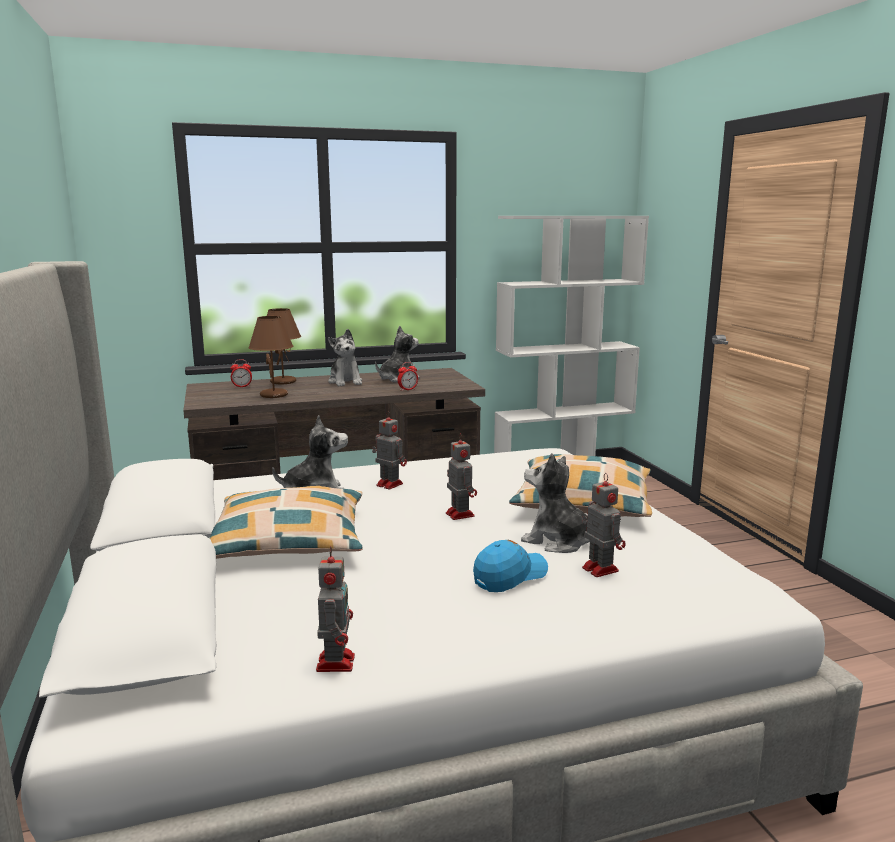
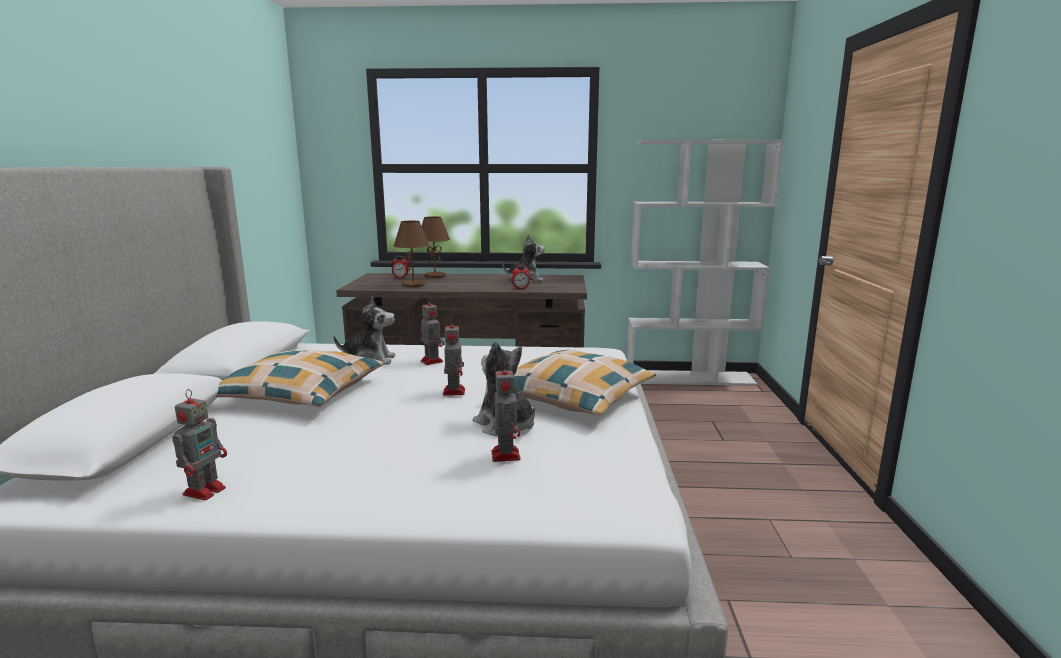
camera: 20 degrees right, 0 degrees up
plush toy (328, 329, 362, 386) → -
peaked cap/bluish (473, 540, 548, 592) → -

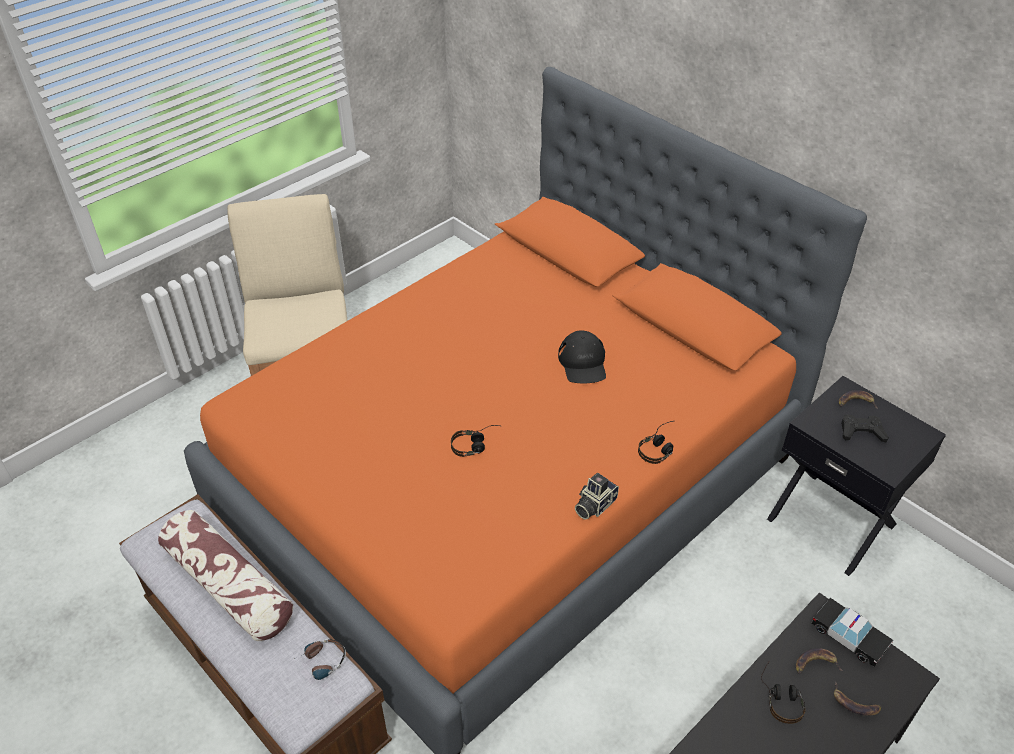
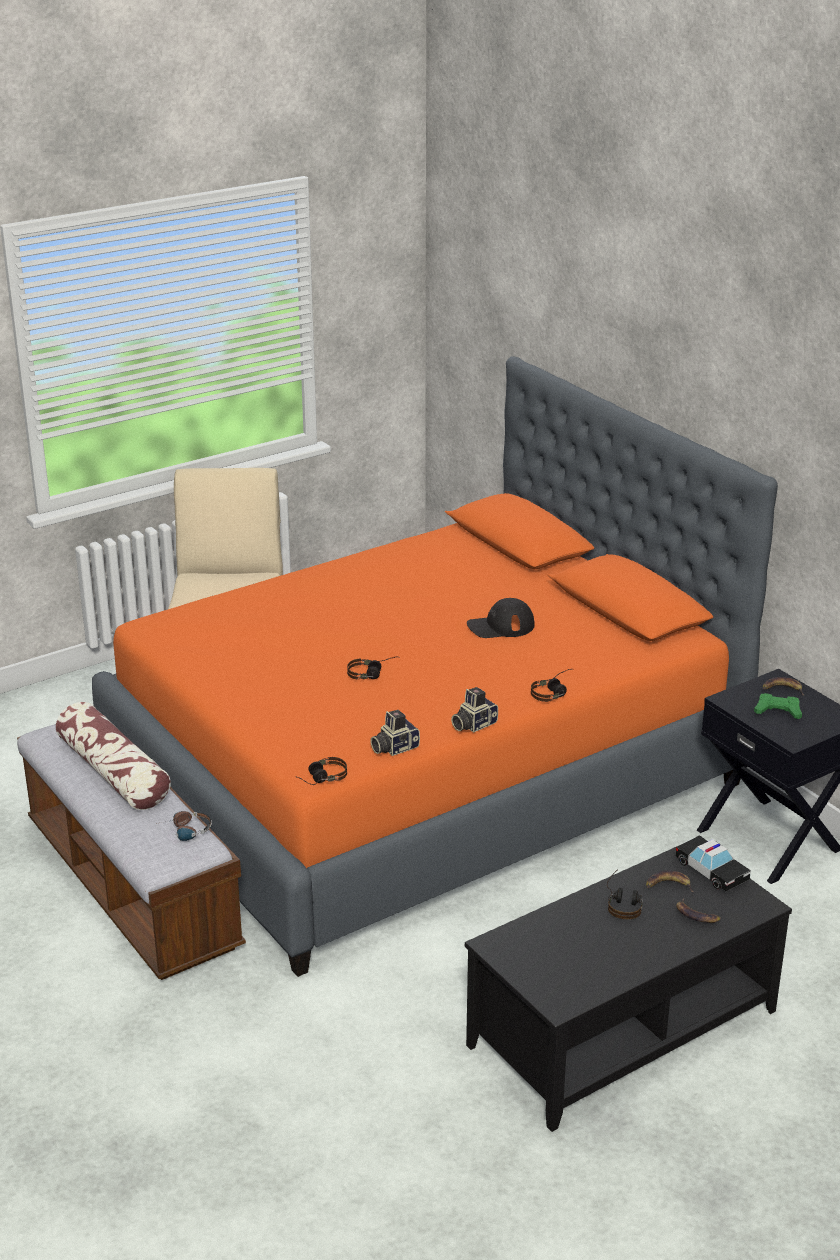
camera: 10 degrees right, 15 degrees down
peaked cap/blackish (558, 330, 606, 383) → peaked cap/blackish (467, 598, 535, 638), 75 degrees clockwise
game controller/blackish (841, 414, 889, 442) → game controller/greenish (754, 693, 802, 719)
- → headset (295, 757, 347, 785)
- → still camera (370, 710, 420, 756)

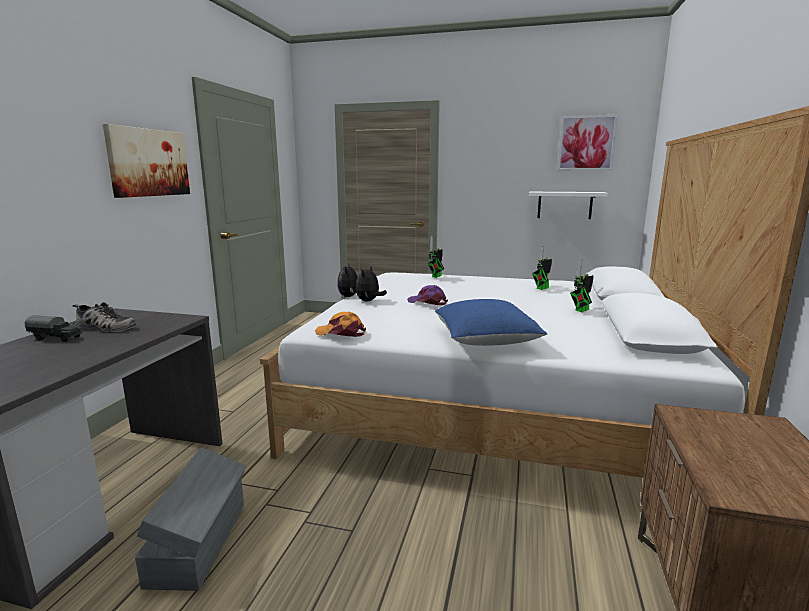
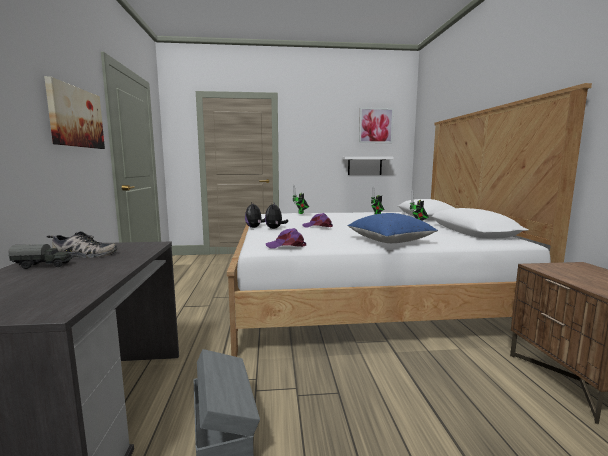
camera: 20 degrees left, 5 degrees down
peaked cap/orange (315, 312, 366, 337) → peaked cap/purple (266, 228, 306, 249)

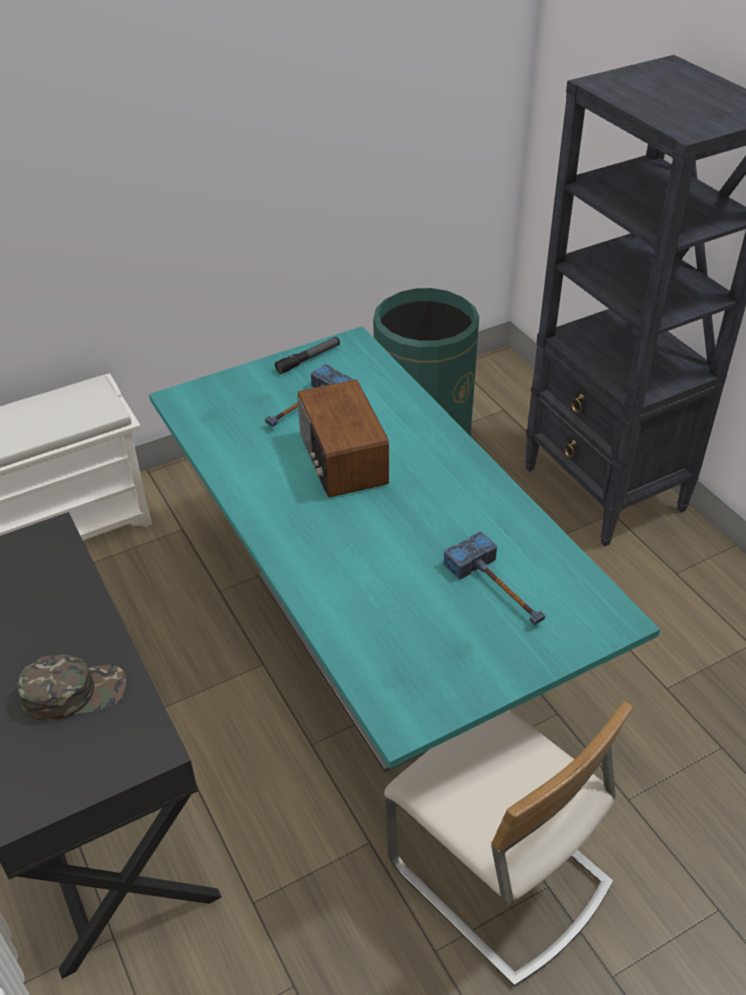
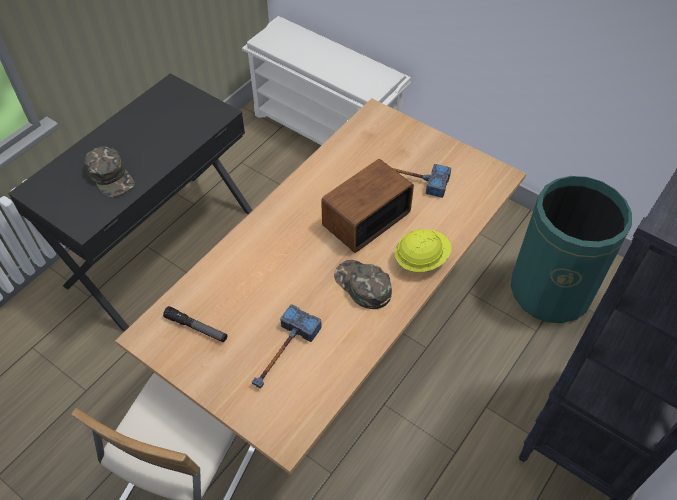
camera: 65 degrees right, 10 degrees up
kitchen table/turquoise (149, 326, 660, 772) → kitchen table/beige-coloured (115, 98, 526, 475)
flashlight (275, 337, 340, 374) → flashlight (163, 306, 228, 342), shifted
- → peaked cap/greenish (334, 260, 392, 309)
- → work helmet/yellowish (395, 229, 452, 272)

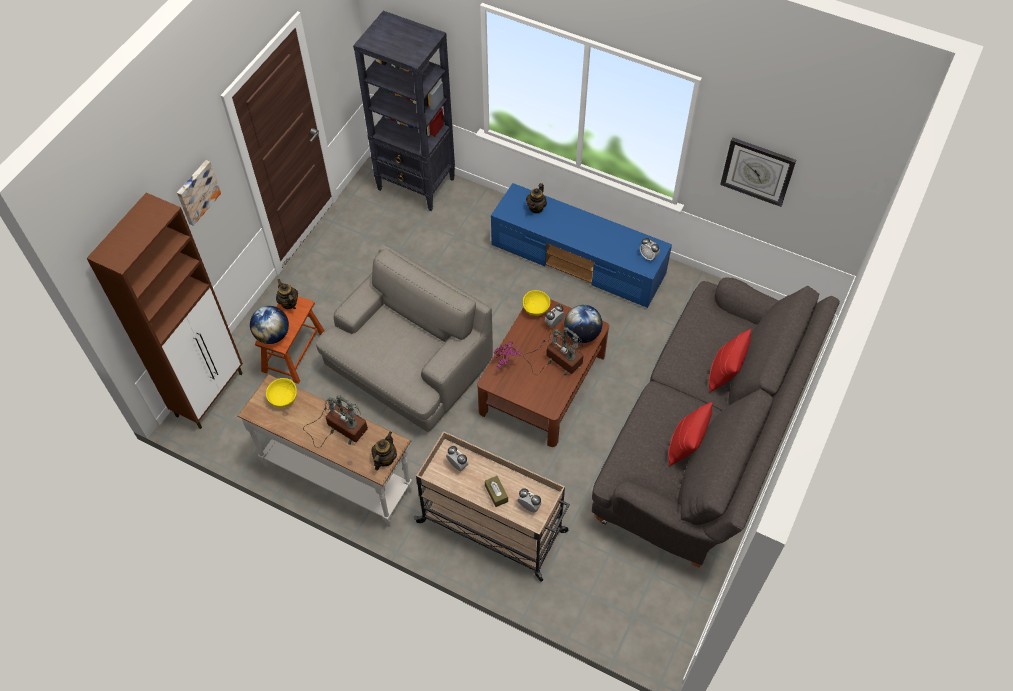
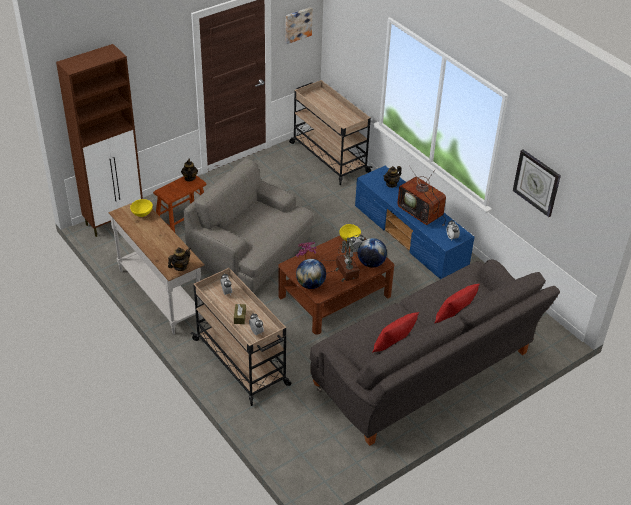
camera: 25 degrees right, 15 degrees down
wall picture (177, 160, 221, 226) → wall picture (285, 7, 313, 44), shifted
globe (250, 306, 289, 344) → globe (296, 259, 326, 289), shifted
tabletop lamp (303, 395, 368, 448) → -
easy chair/grey (316, 244, 493, 432) → easy chair/grey (184, 158, 313, 292), 120 degrees counterclockwise
bookcase/blackish (353, 11, 455, 211) → wheeled cart/beige-coloured (289, 80, 373, 185)
- → TV (397, 166, 446, 226)

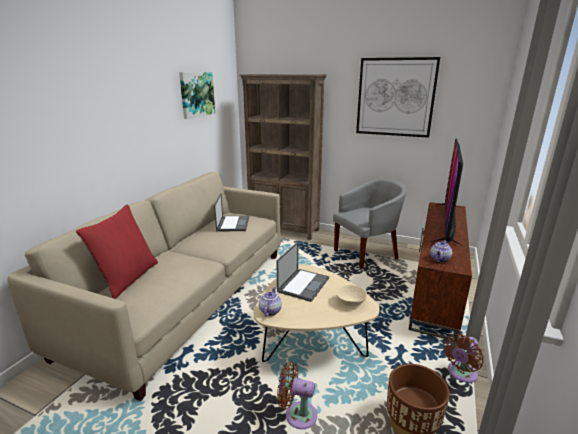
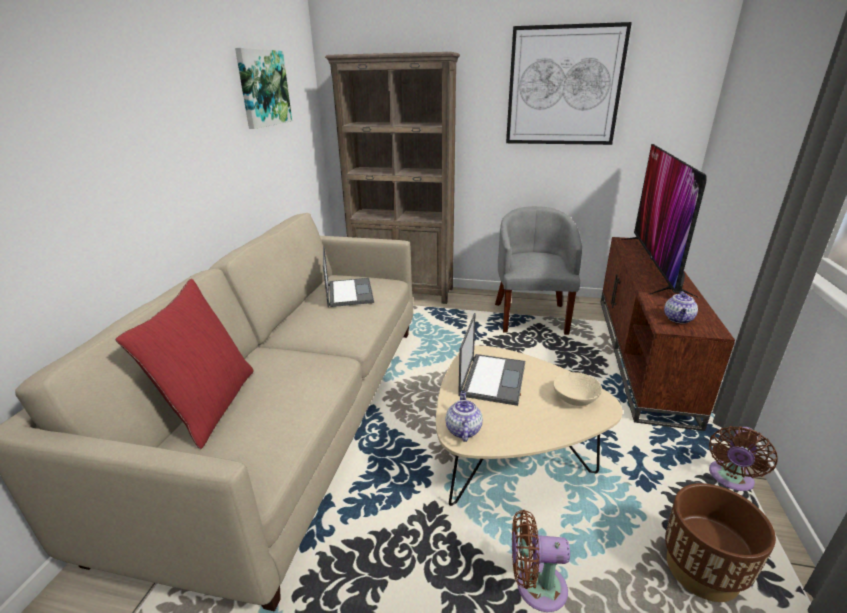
camera: 10 degrees left, 5 degrees up
easy chair/grey (333, 179, 406, 269) → easy chair/grey (495, 206, 582, 335), 45 degrees counterclockwise

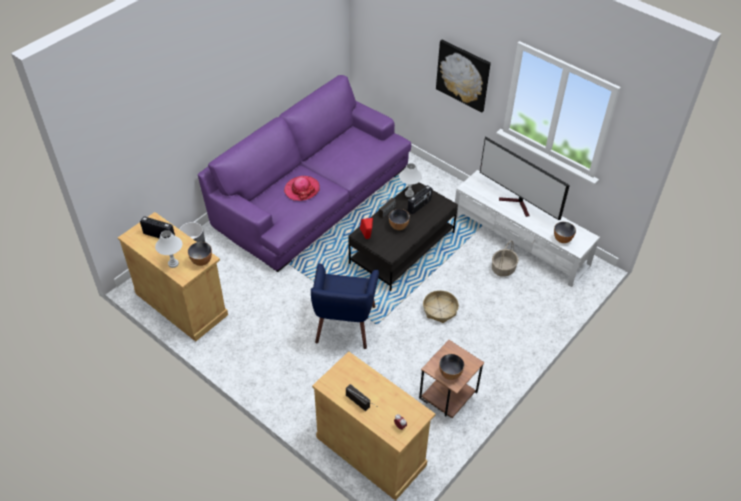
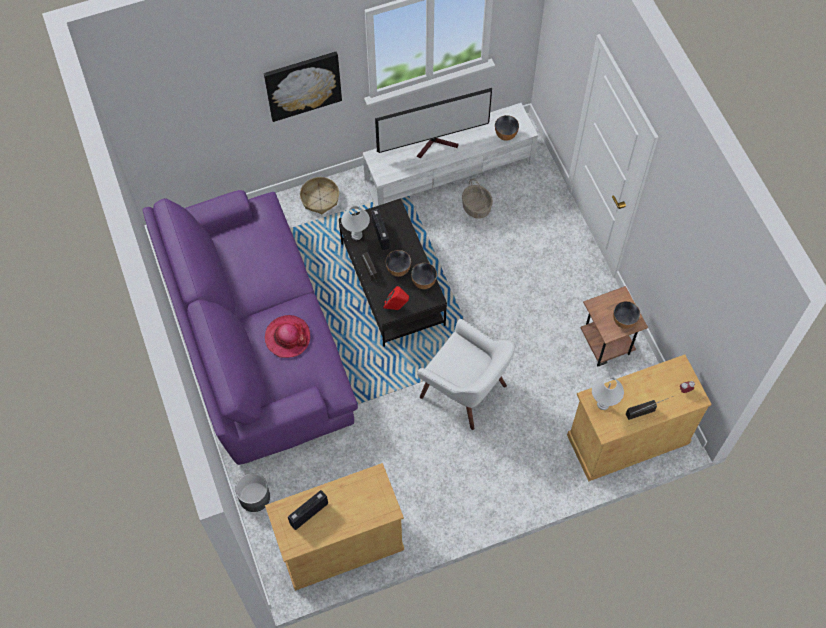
camera: 60 degrees left, 15 degrees up
tabletop lamp/whitish (155, 230, 182, 268) → tabletop lamp/whitish (592, 376, 624, 410), shifted
serving bowl (188, 242, 212, 266) → serving bowl (411, 263, 437, 289), shifted
easy chair/bluish (311, 263, 379, 349) → easy chair/whitish (417, 319, 515, 430)
storage basket (423, 290, 459, 323) → storage basket (300, 177, 339, 214), shifted

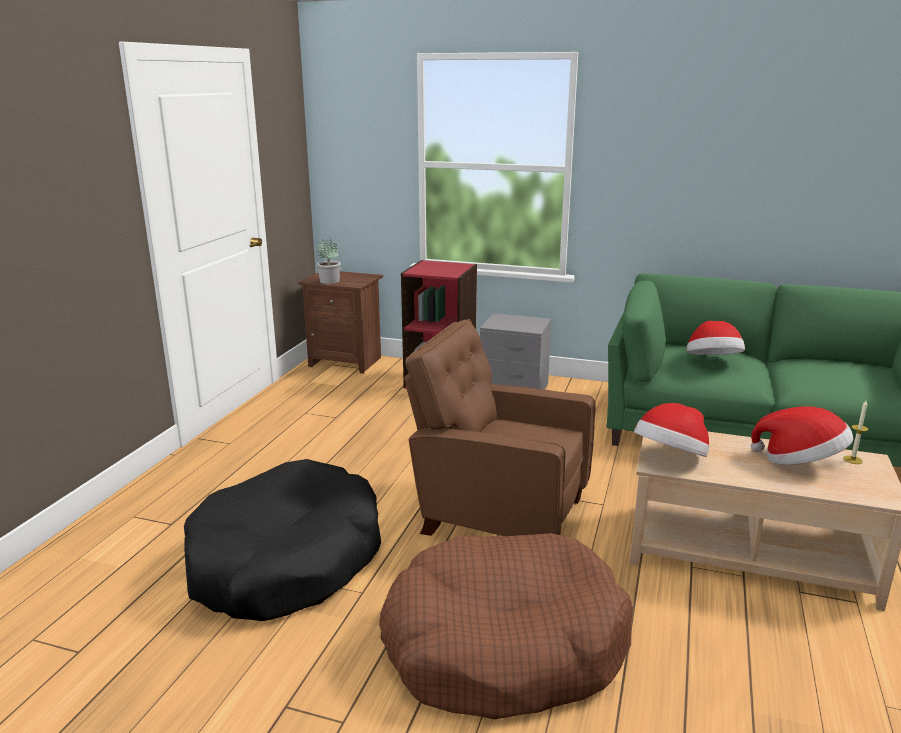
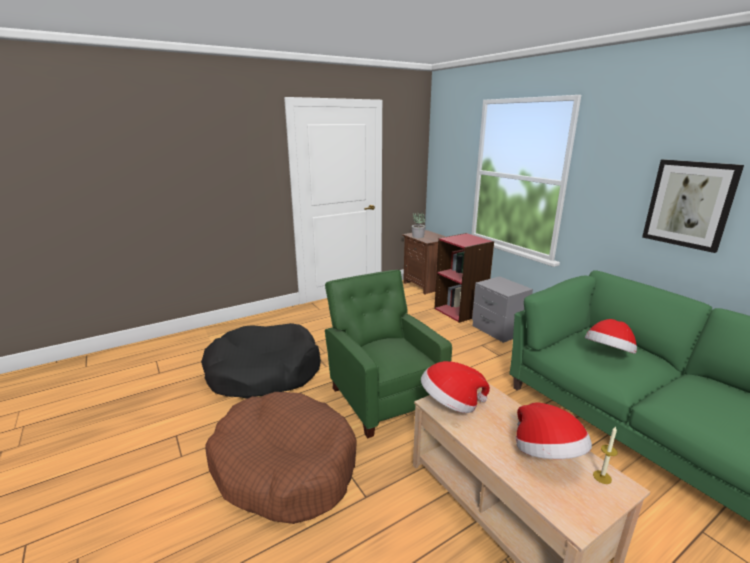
camera: 40 degrees right, 0 degrees up
easy chair/brownish (404, 319, 595, 536) → easy chair/greenish (325, 270, 452, 438)
- → wall picture (642, 159, 744, 253)

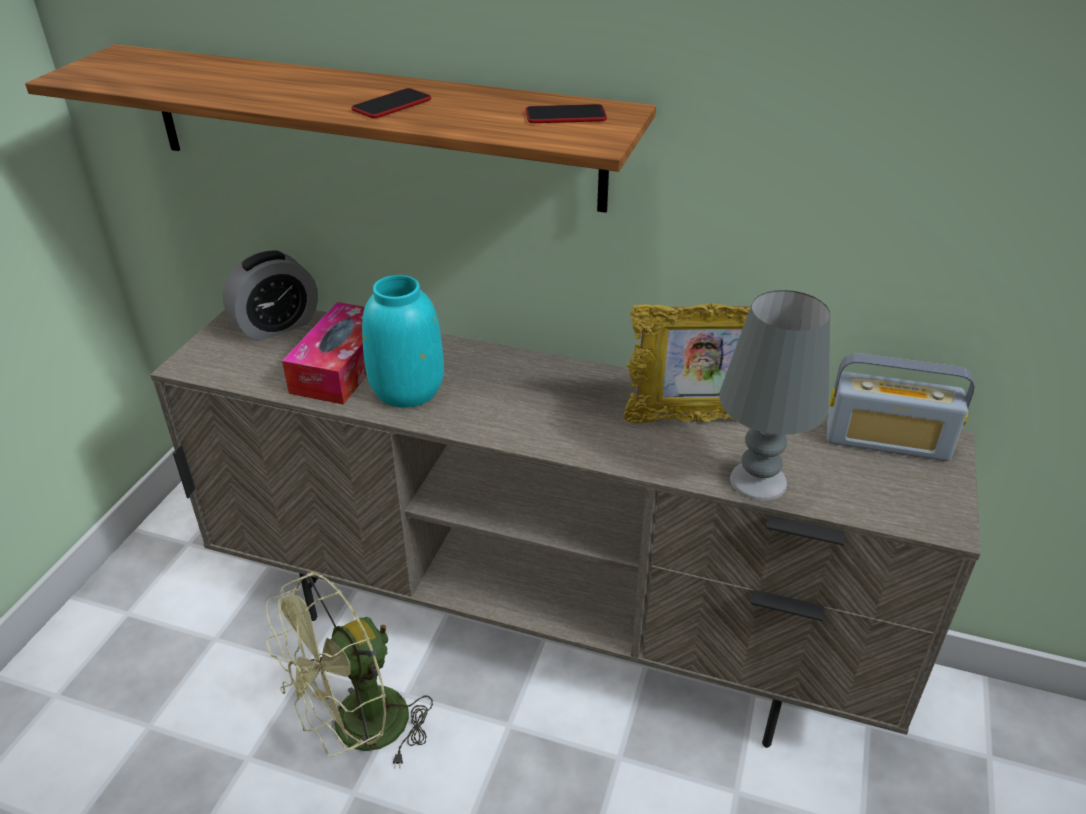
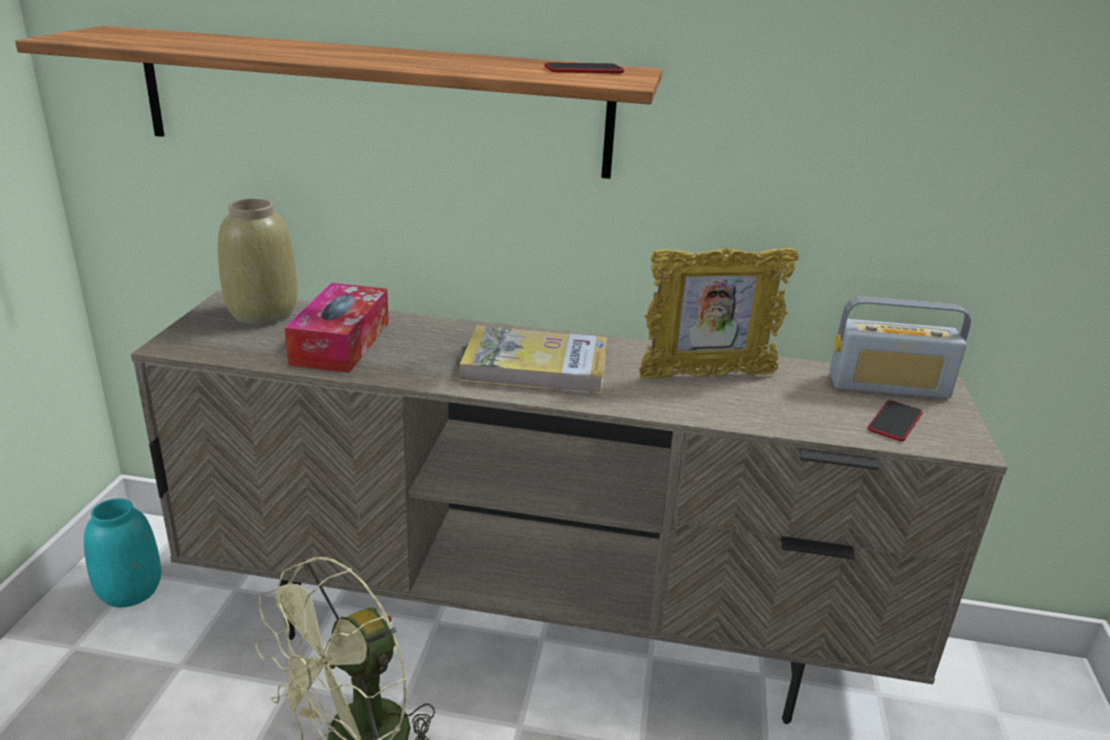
camera: 10 degrees left, 10 degrees down
table clock (223, 251, 318, 341) → flower vase/beige-coloured (218, 198, 298, 324)
telephone (352, 88, 431, 118) → telephone (868, 400, 923, 441), shifted
flower vase/turquoise (362, 275, 444, 408) → flower vase/turquoise (84, 498, 162, 607), shifted
tabletop lamp/grey (719, 290, 830, 501) → -
- → book (460, 326, 607, 394)

